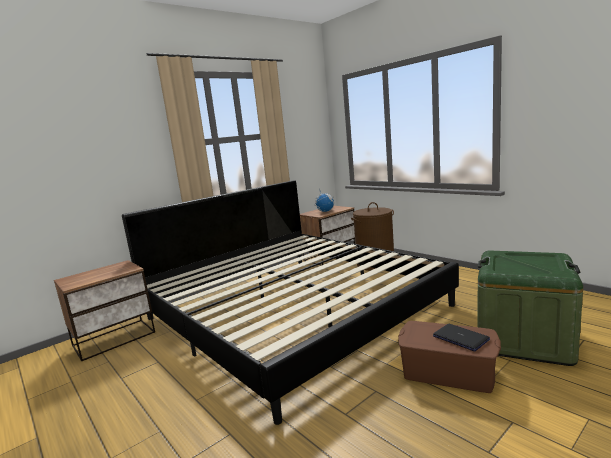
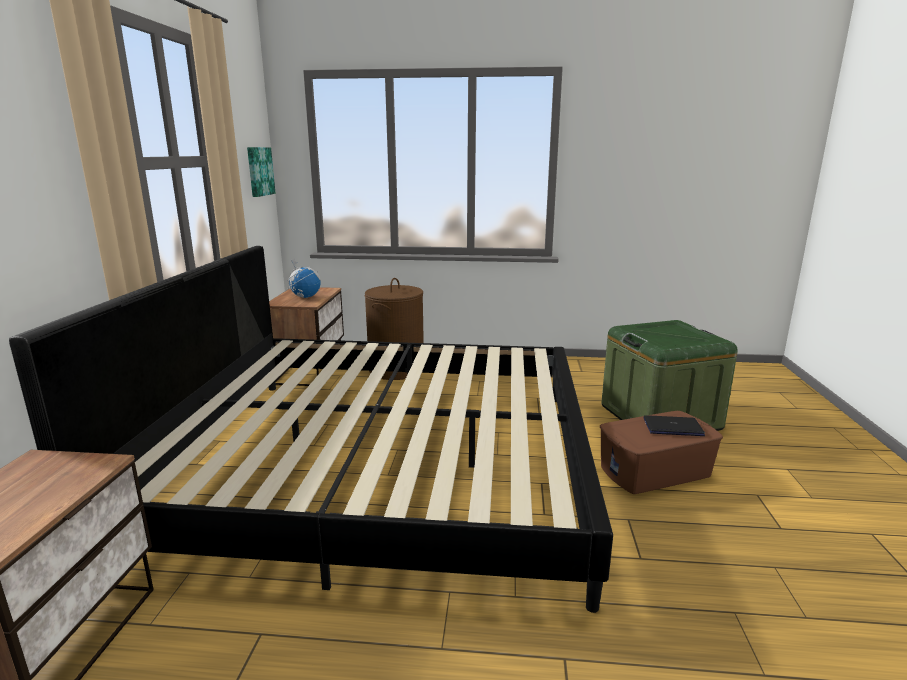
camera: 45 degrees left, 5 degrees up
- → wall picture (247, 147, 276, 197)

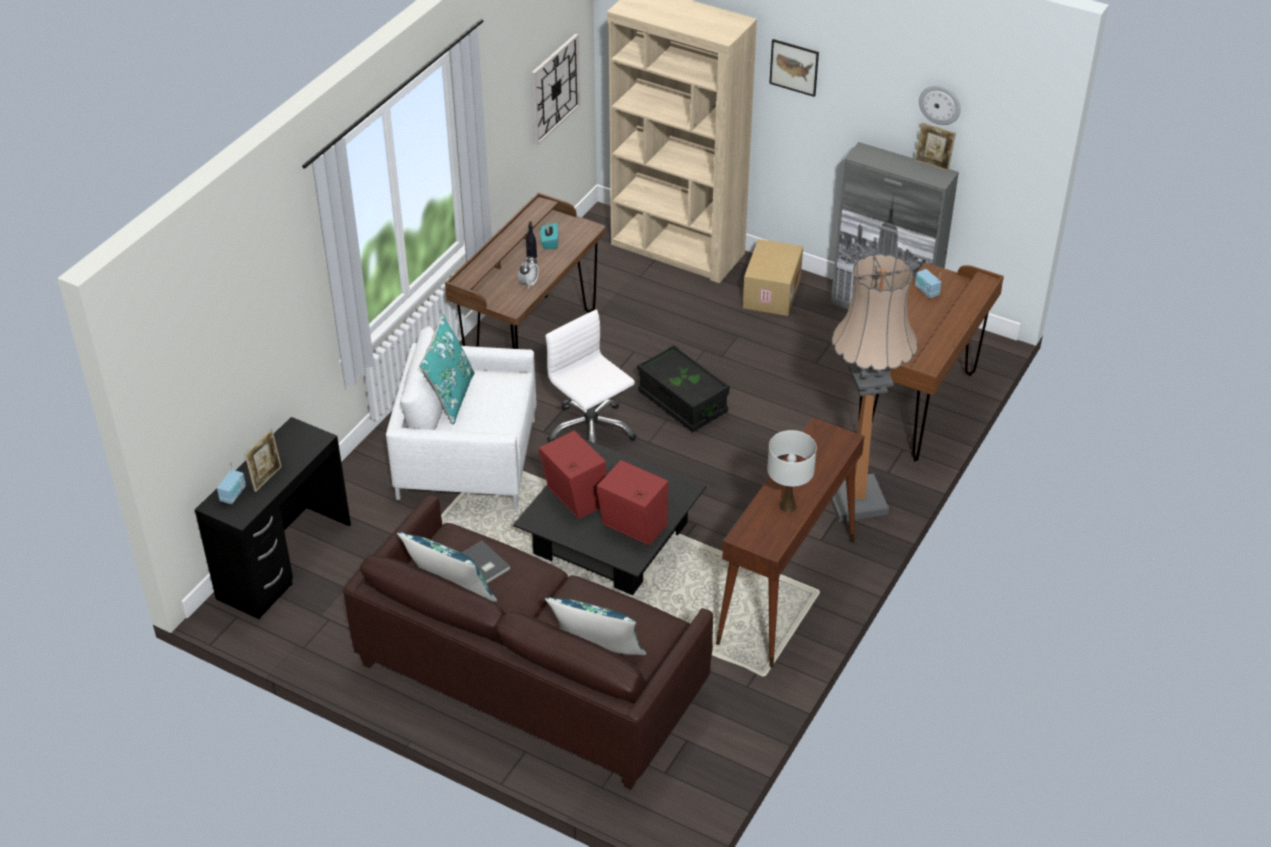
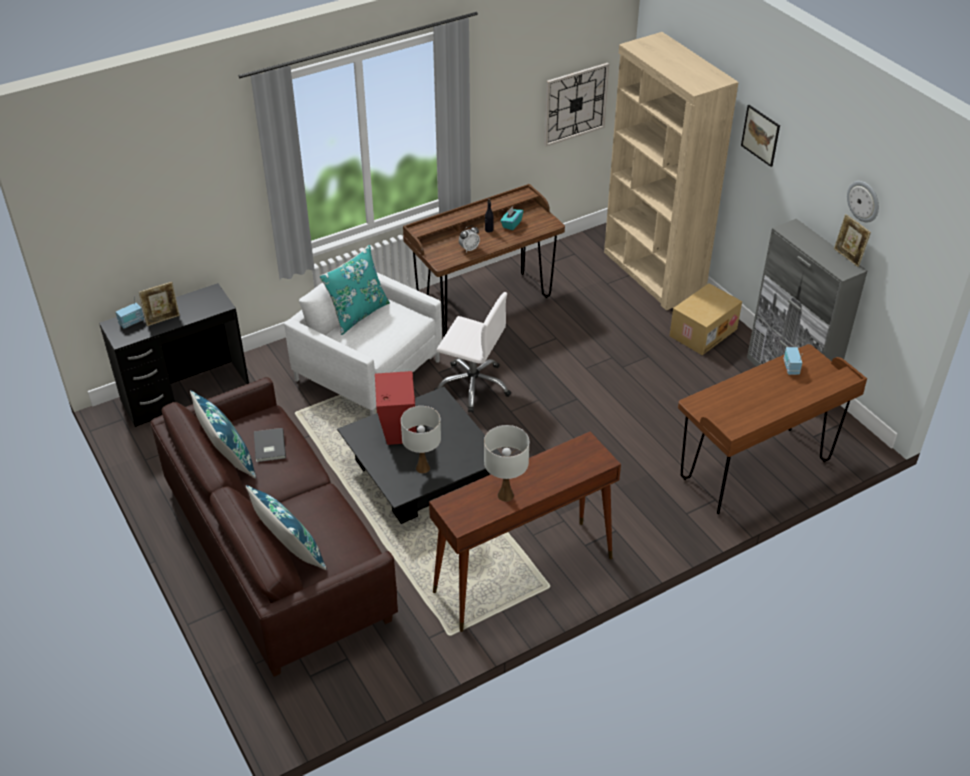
camera: 30 degrees right, 0 degrees up
office chair/whitish (546, 309, 636, 443) → office chair/whitish (434, 292, 511, 413), 120 degrees clockwise
loudspeaker/reddish (597, 460, 668, 546) → tabletop lamp/whitish (401, 406, 441, 474)
storage container/blackish (637, 345, 730, 432) → -
floor lamp (831, 253, 918, 522) → -

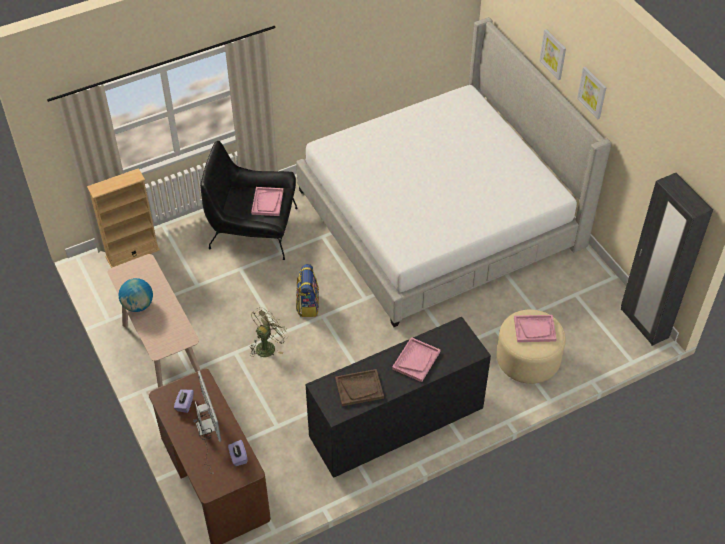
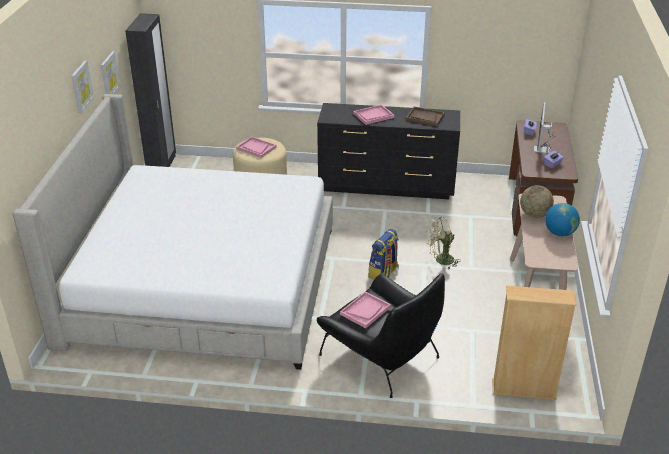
camera: 145 degrees left, 15 degrees down
wall picture (539, 29, 566, 80) → wall picture (101, 51, 120, 94), shifted
- → globe (520, 185, 554, 218)

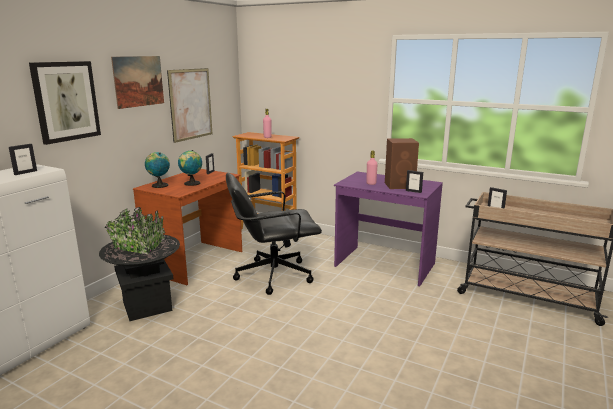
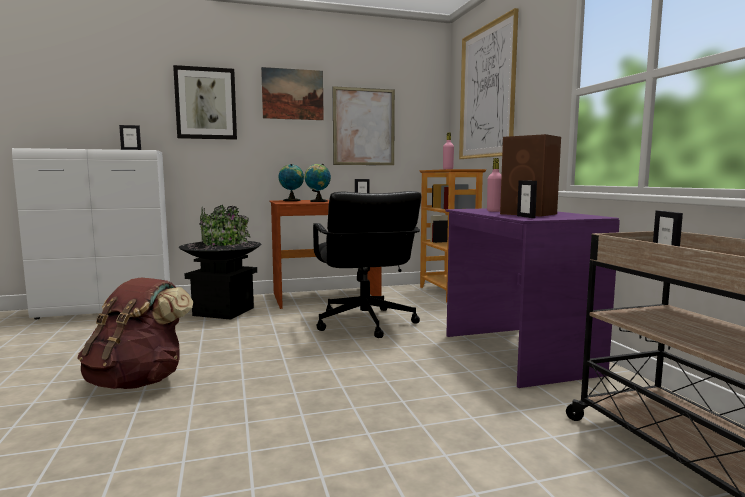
camera: 45 degrees right, 10 degrees down
office chair/blackish (226, 173, 322, 295) → office chair/blackish (313, 191, 422, 338), 135 degrees counterclockwise
- → rucksack/brownish (77, 278, 193, 389)
- → wall picture (459, 8, 518, 159)

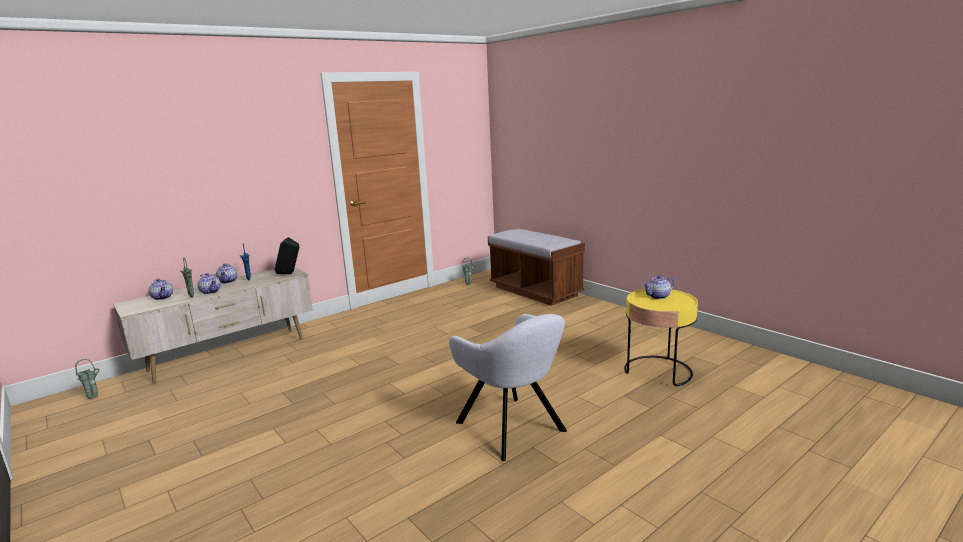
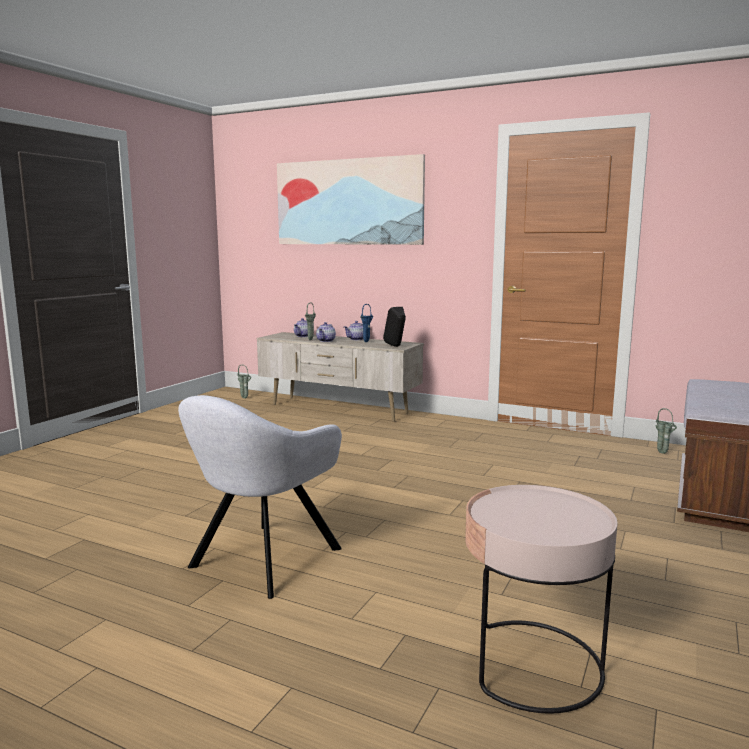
camera: 65 degrees right, 5 degrees down
side table/yellowish (624, 289, 698, 386) → side table/pinkish (465, 485, 618, 714)
pot for tea (643, 275, 675, 299) → -
- → wall picture (277, 154, 425, 245)

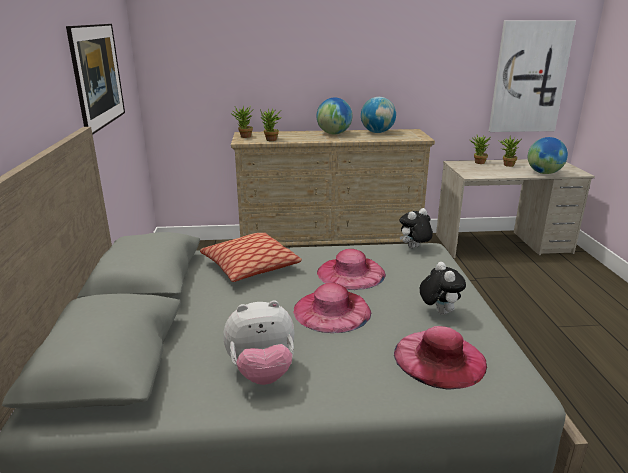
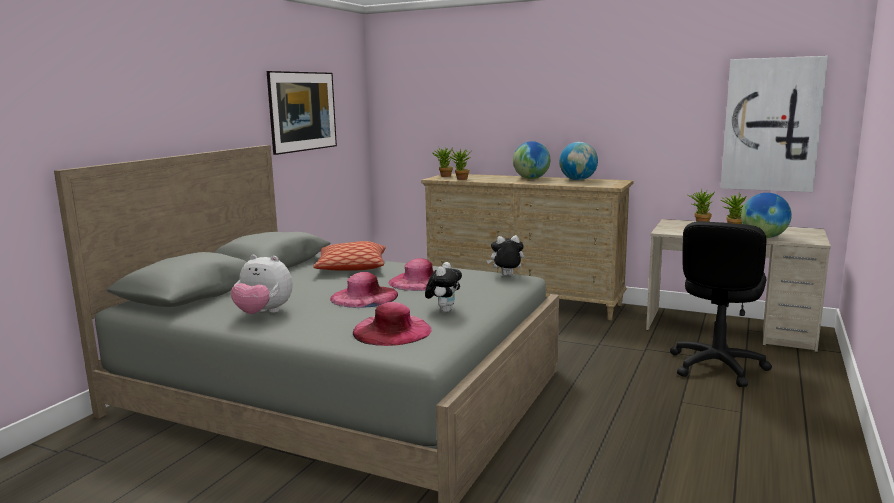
camera: 30 degrees right, 10 degrees down
- → office chair/blackish (670, 221, 772, 387)

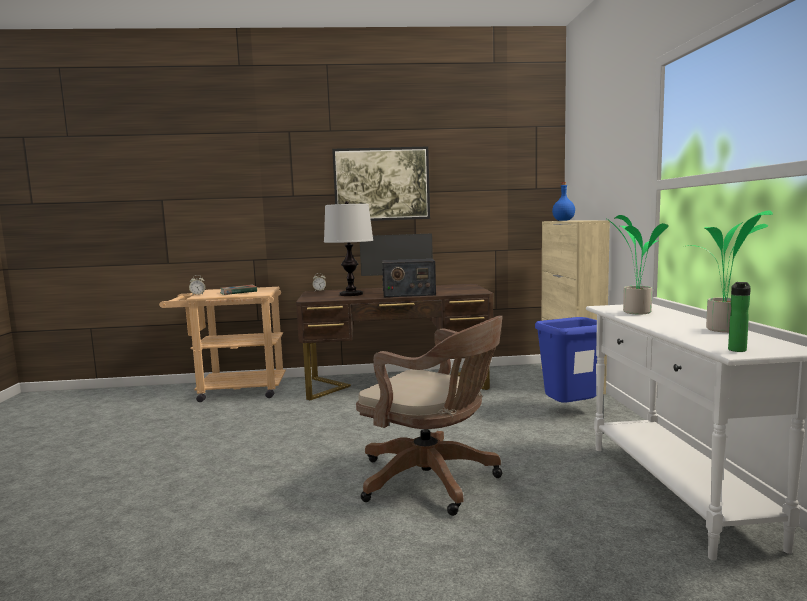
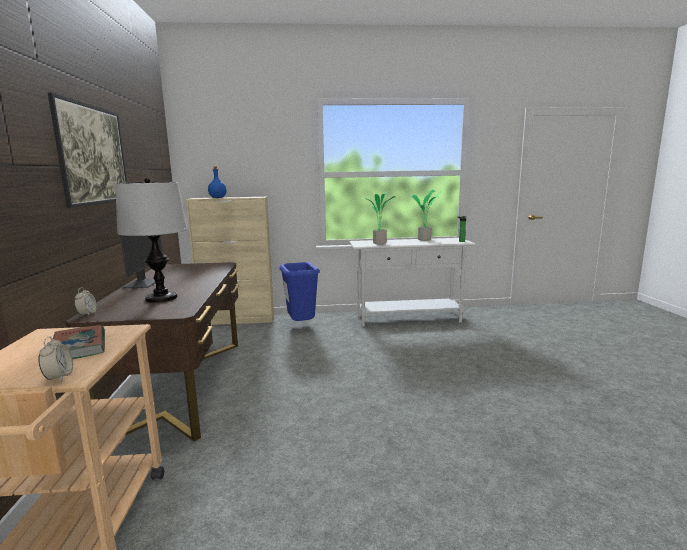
camera: 90 degrees left, 5 degrees up
office chair/brownish (356, 316, 503, 516) → -
radio (382, 259, 436, 297) → -

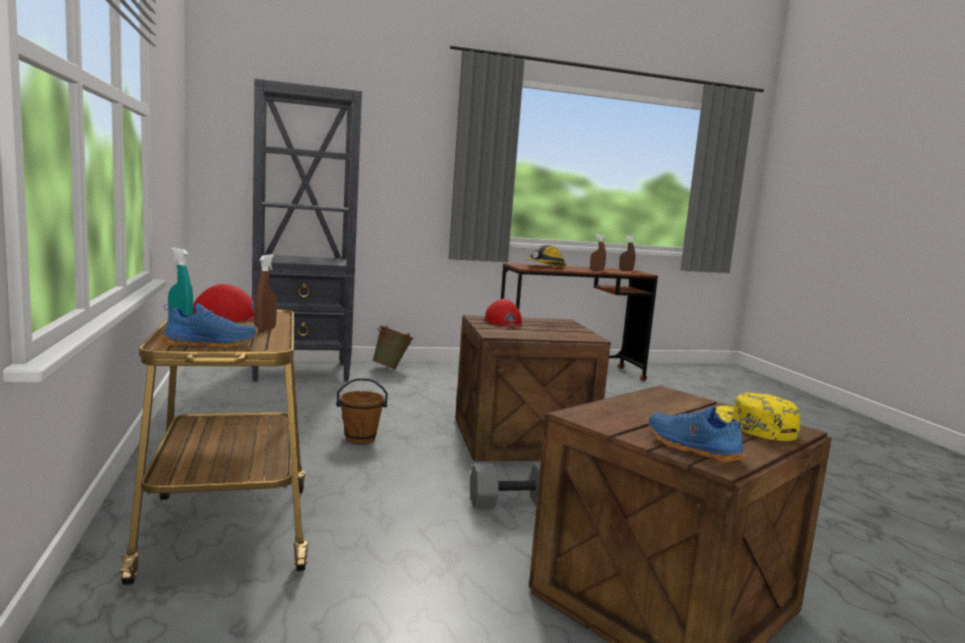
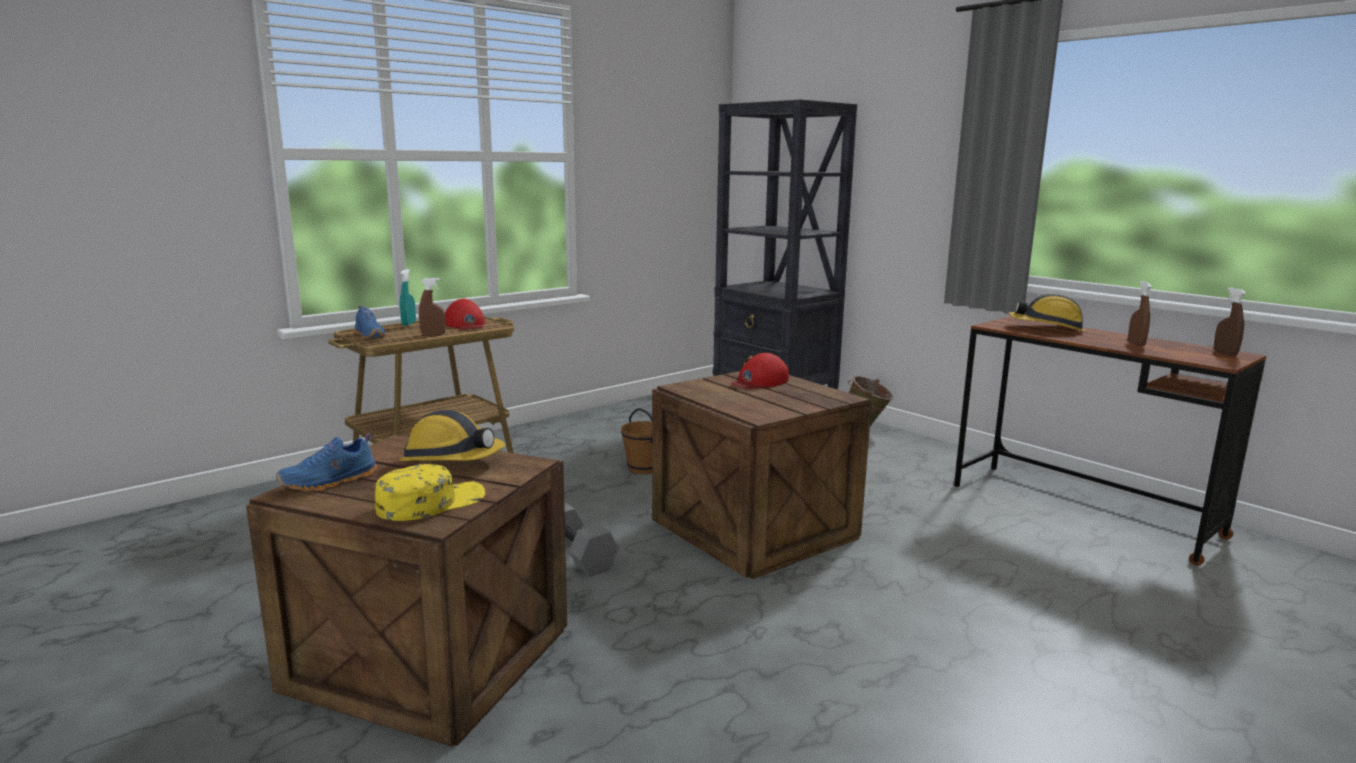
camera: 65 degrees right, 5 degrees up
item of footwear/bluish (648, 406, 748, 462) → item of footwear/bluish (276, 433, 377, 491), 150 degrees counterclockwise
- → work helmet (399, 410, 506, 461)

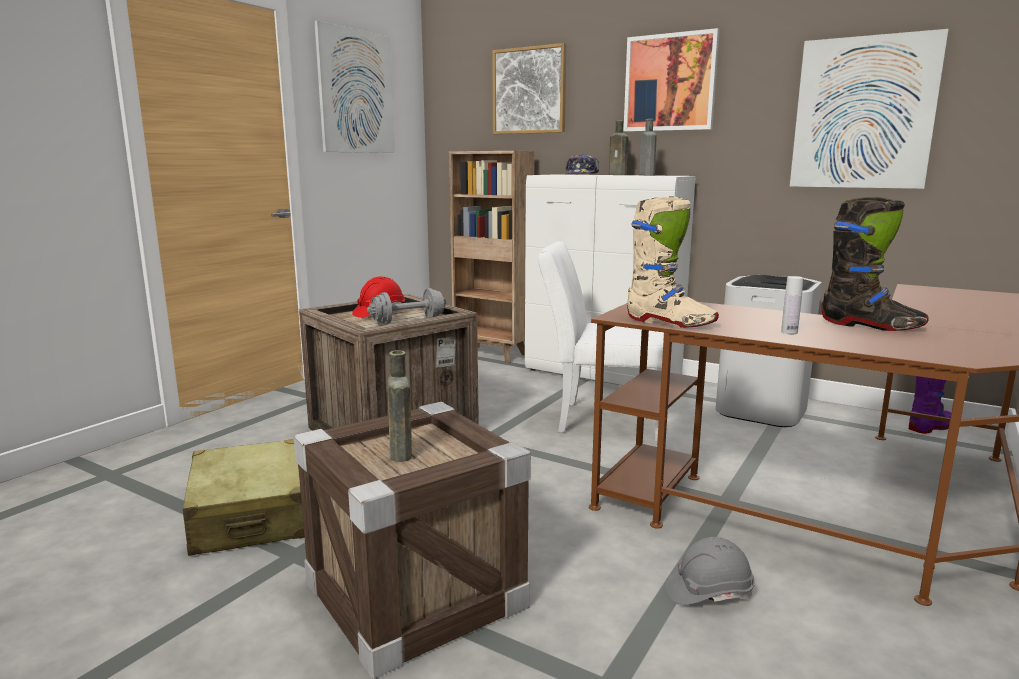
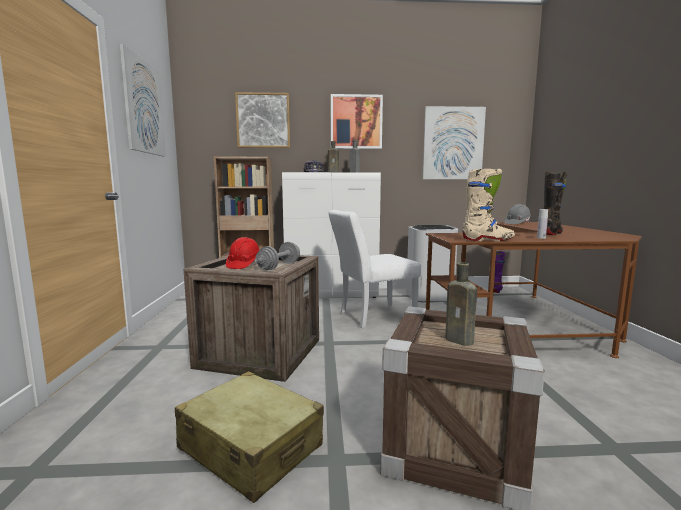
camera: 35 degrees left, 5 degrees down
work helmet/grey (666, 537, 755, 605) → work helmet/grey (505, 204, 532, 224), shifted
high-top boot/blackish (821, 197, 929, 331) → high-top boot/blackish (544, 171, 567, 235), 45 degrees counterclockwise

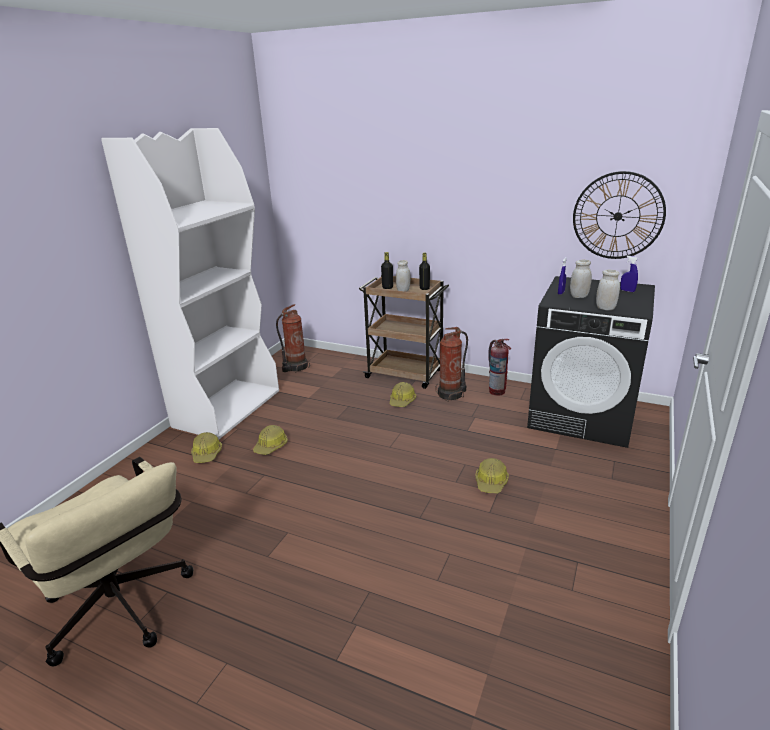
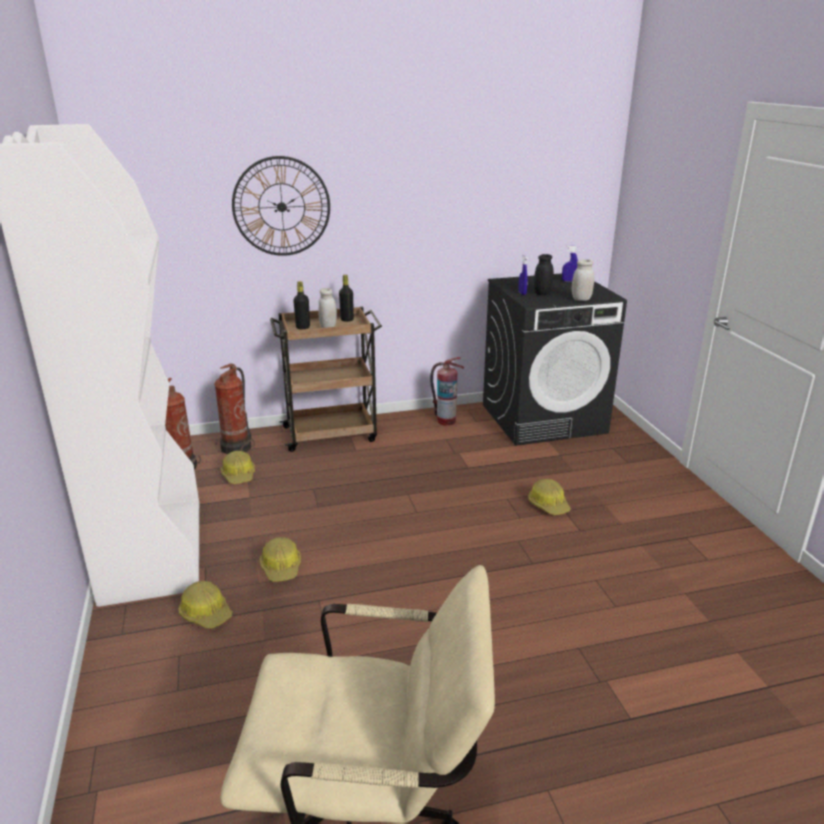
camera: 40 degrees left, 0 degrees up
work helmet (390, 382, 417, 407) → work helmet (221, 451, 255, 484), shifted
fire extinguisher (435, 327, 468, 402) → fire extinguisher (214, 363, 255, 454), shifted
preserve jar/whitish (570, 259, 592, 298) → preserve jar/blackish (534, 254, 554, 295)
clock on the wall (573, 171, 666, 259) → clock on the wall (232, 156, 330, 256), shifted

